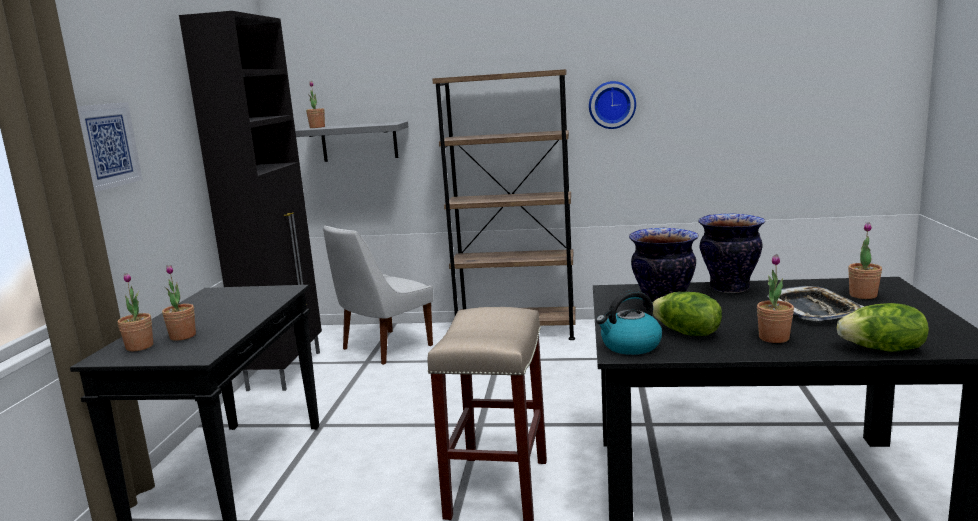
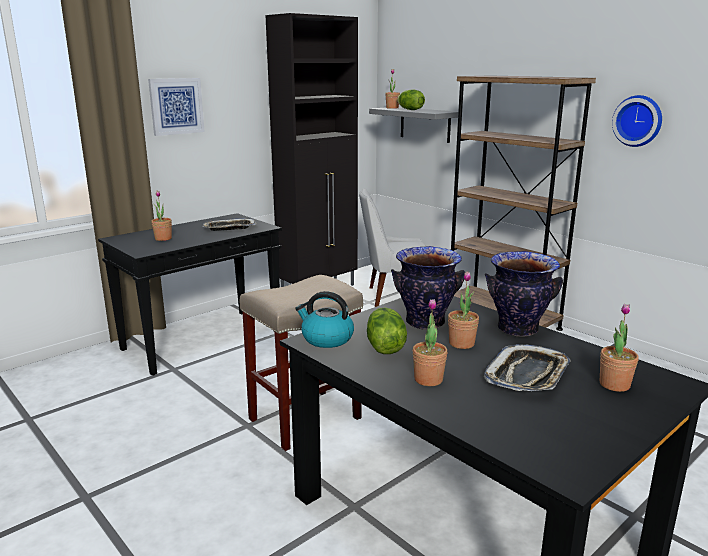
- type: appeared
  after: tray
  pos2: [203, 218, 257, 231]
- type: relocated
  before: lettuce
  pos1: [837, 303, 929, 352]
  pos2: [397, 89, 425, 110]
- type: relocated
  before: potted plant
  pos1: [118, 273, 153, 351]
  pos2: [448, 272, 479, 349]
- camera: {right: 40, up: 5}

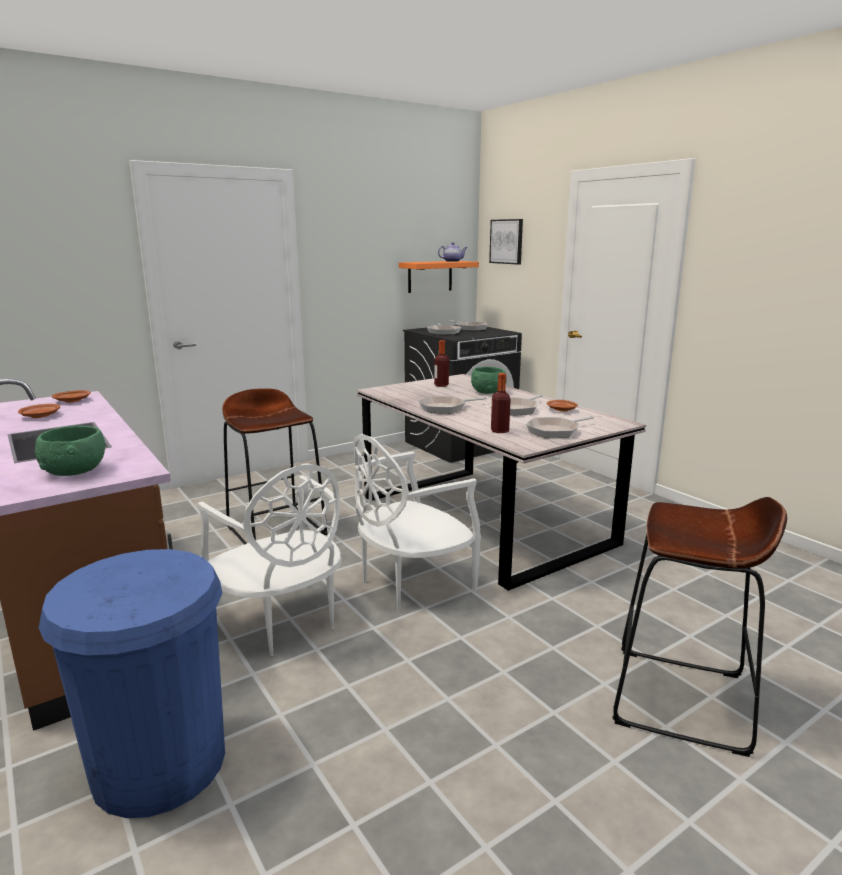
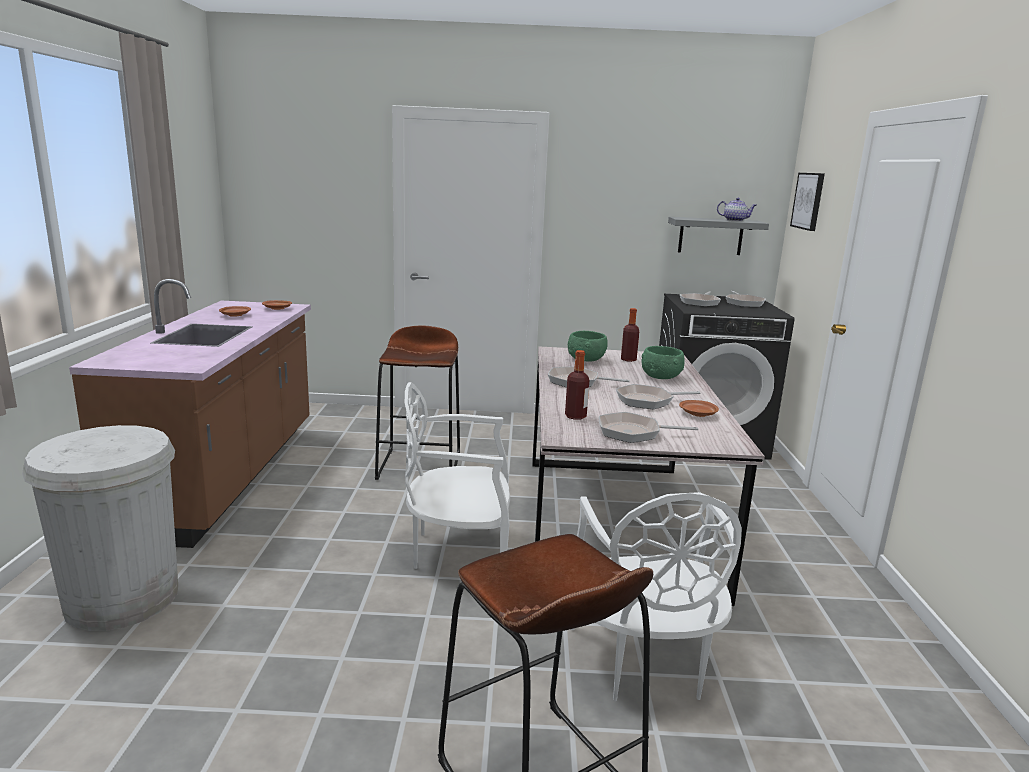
- type: colour
  before: trash can/blue
  after: trash can/white
  pos1: [39, 549, 225, 818]
  pos2: [22, 425, 178, 631]
- type: relocated
  before: bowl/green
  pos1: [35, 426, 105, 476]
  pos2: [568, 331, 608, 362]
- type: relocated
  before: chair/white
  pos1: [198, 463, 342, 656]
  pos2: [570, 492, 742, 701]
- type: colour
  before: shelf/orange
  after: shelf/grey
  pos1: [399, 261, 479, 293]
  pos2: [668, 217, 769, 255]
- camera: {right: 35, up: 0}

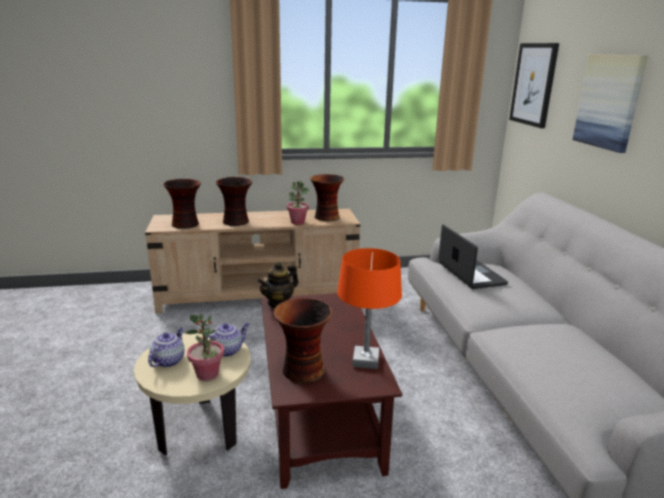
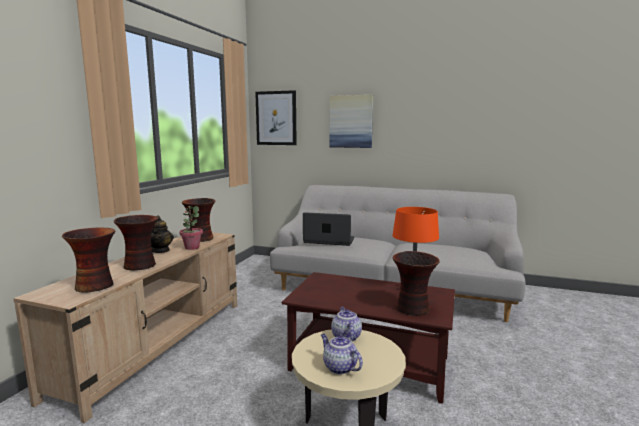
- type: relocated
  before: teapot
  pos1: [257, 262, 298, 308]
  pos2: [151, 215, 174, 253]
- type: missing
  before: potted plant
  pos1: [186, 314, 224, 381]
- camera: {right: -60, up: -10}

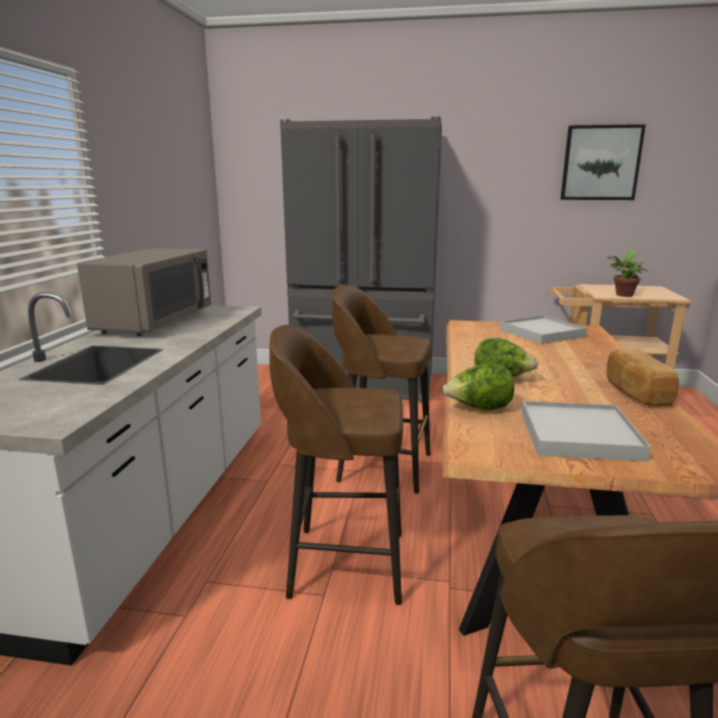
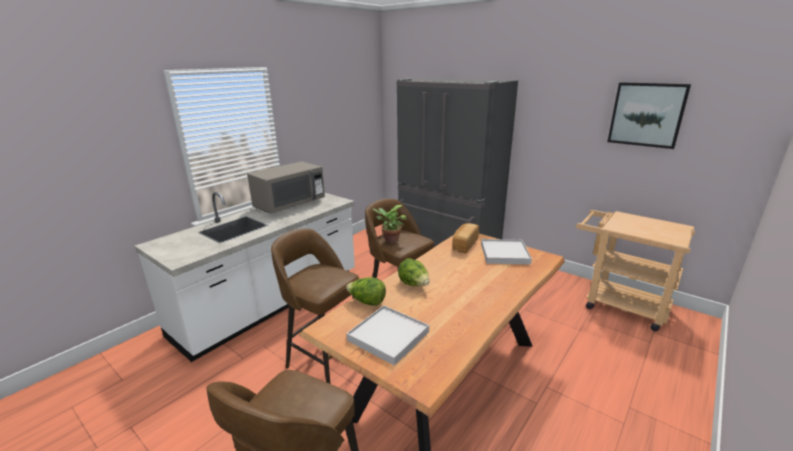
- type: relocated
  before: potted plant
  pos1: [608, 250, 648, 297]
  pos2: [372, 205, 407, 243]
- type: relocated
  before: bread
  pos1: [607, 349, 679, 406]
  pos2: [452, 223, 479, 254]
- camera: {right: 30, up: 5}

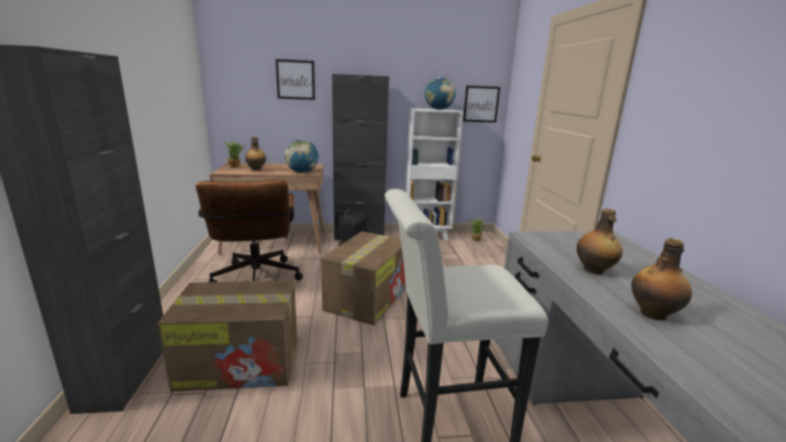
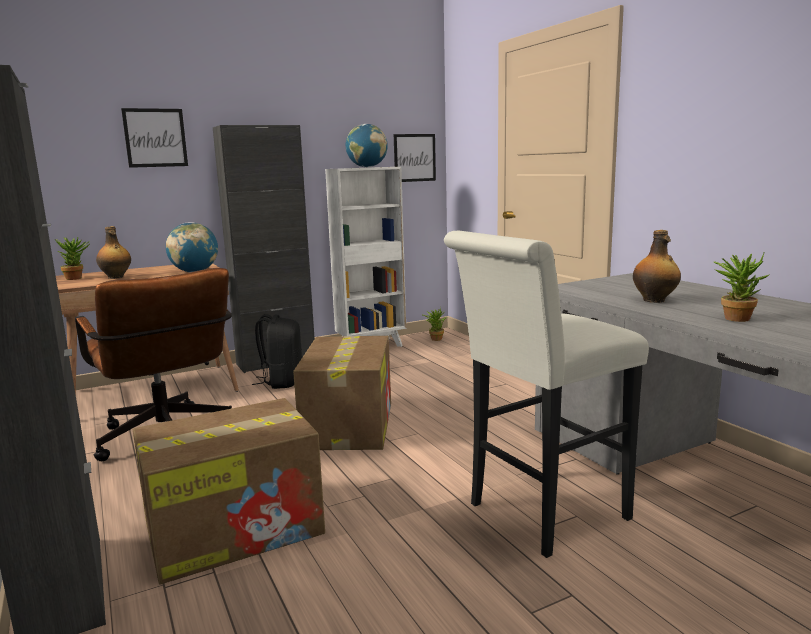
- type: exchanged
  before: bottle
  after: potted plant
  pos1: [631, 238, 692, 320]
  pos2: [714, 251, 769, 322]
- camera: {right: -20, up: -5}

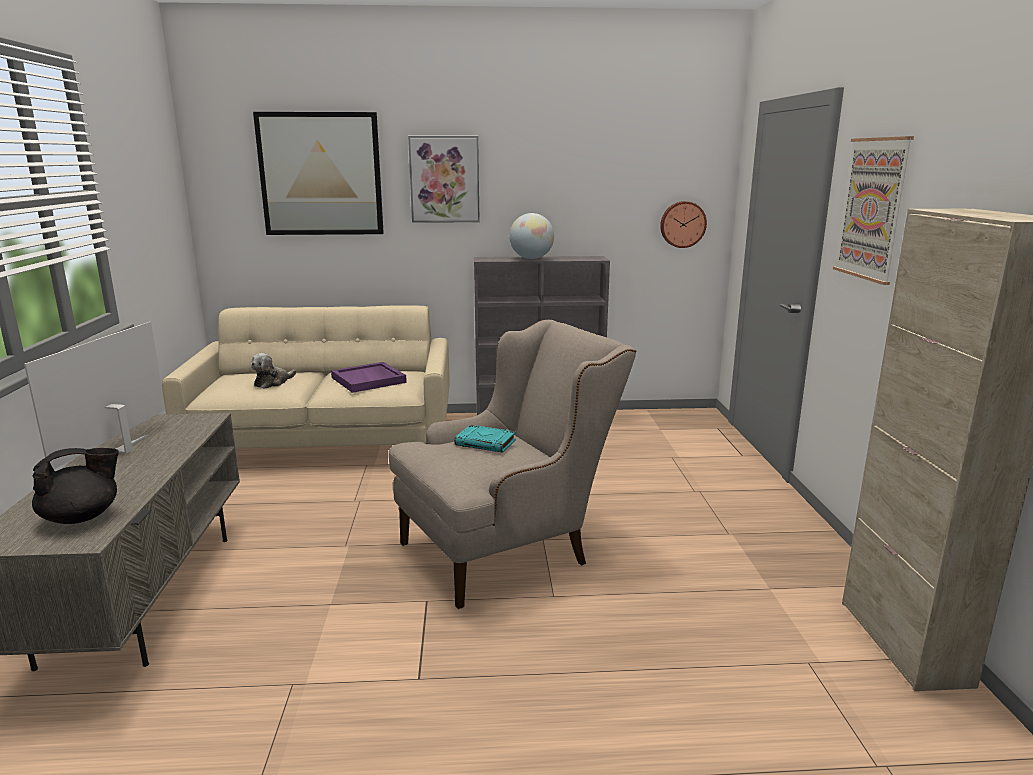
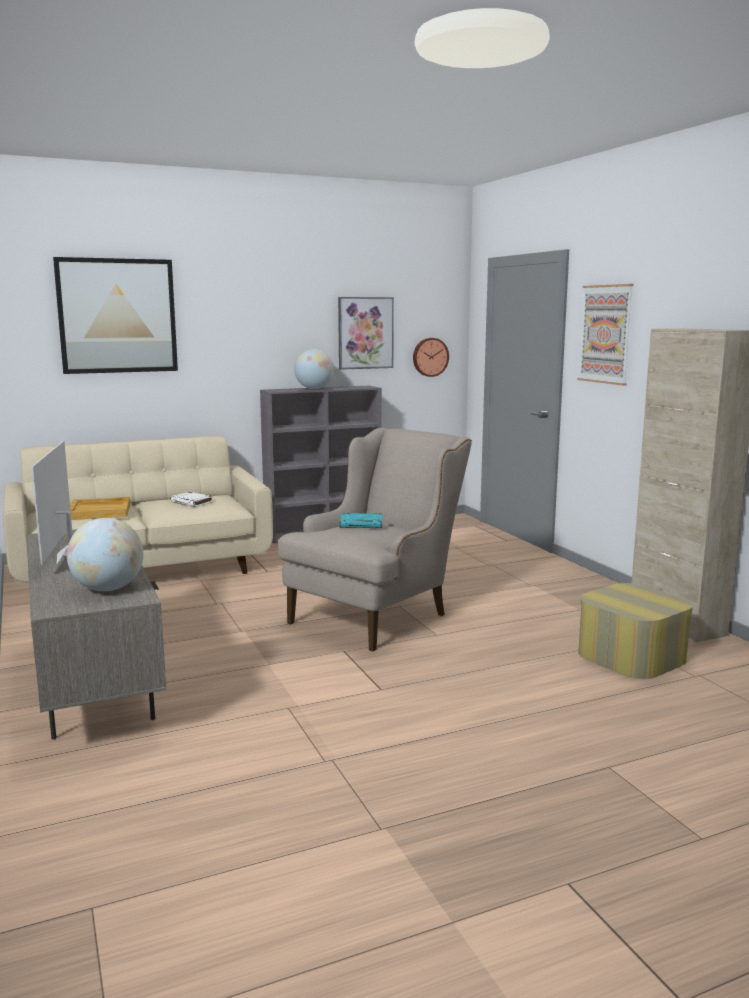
- type: exchanged
  before: teapot/black
  after: globe
  pos1: [32, 448, 119, 524]
  pos2: [67, 518, 143, 591]
- type: exchanged
  before: plush toy
  after: tray/beige
  pos1: [251, 353, 296, 389]
  pos2: [70, 497, 130, 520]
- type: exchanged
  before: tray/purple
  after: book/white
  pos1: [331, 362, 407, 393]
  pos2: [170, 492, 213, 507]
- type: relocated
  before: picture
  pos1: [408, 136, 480, 223]
  pos2: [338, 297, 394, 370]
- type: appeared
  after: ottoman
  pos2: [578, 583, 693, 679]
- camera: {right: -20, up: -5}

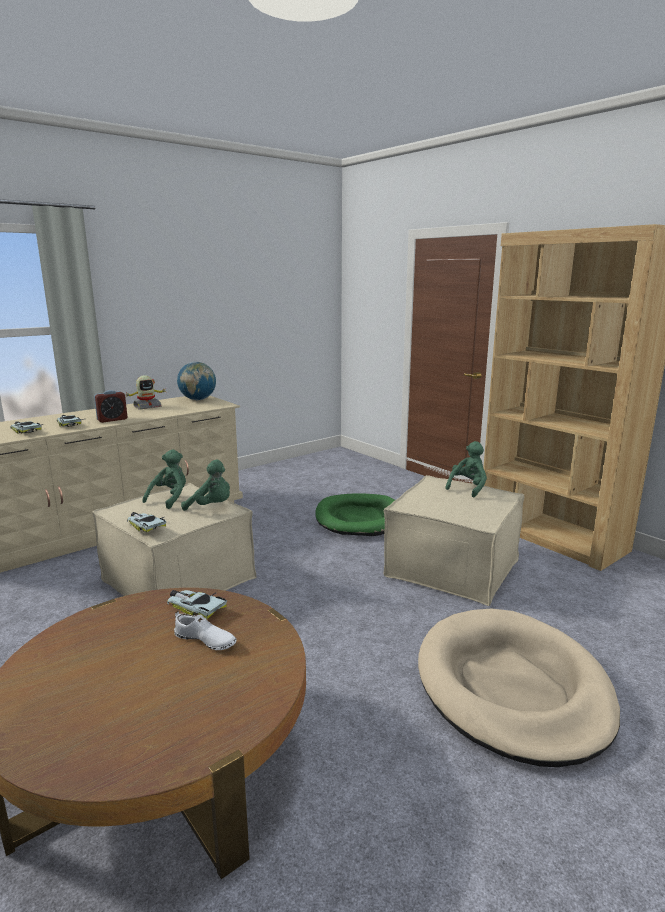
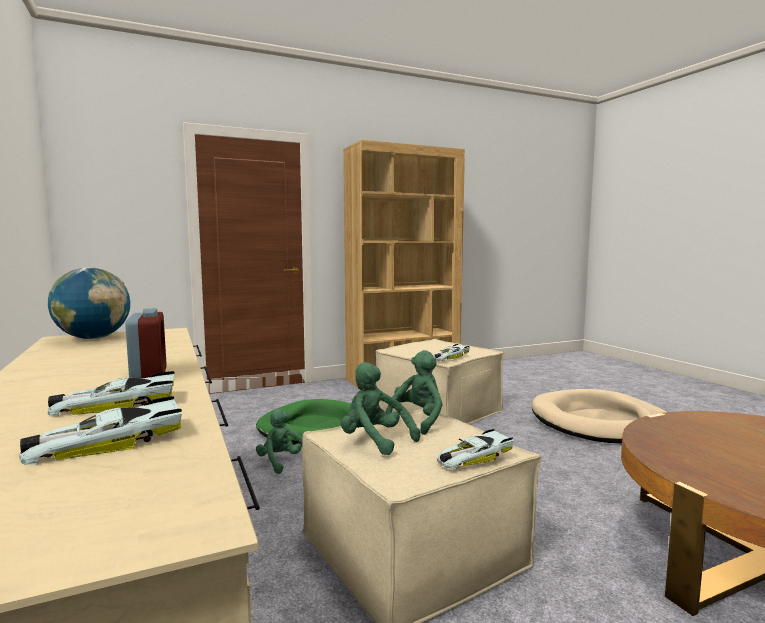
- type: relocated
  before: plush toy/green
  pos1: [445, 441, 487, 498]
  pos2: [256, 408, 303, 474]
- type: relocated
  before: toy car
  pos1: [167, 590, 227, 619]
  pos2: [433, 344, 470, 361]
- type: missing
  before: toy robot
  pos1: [125, 375, 165, 410]
- type: missing
  before: shoe/white
  pos1: [174, 611, 237, 650]
- camera: {right: -75, up: -10}

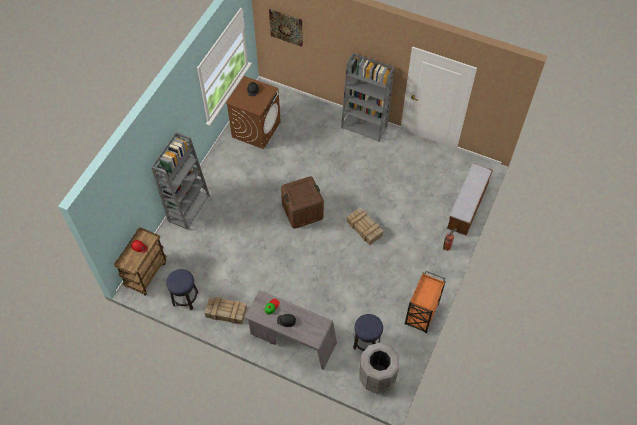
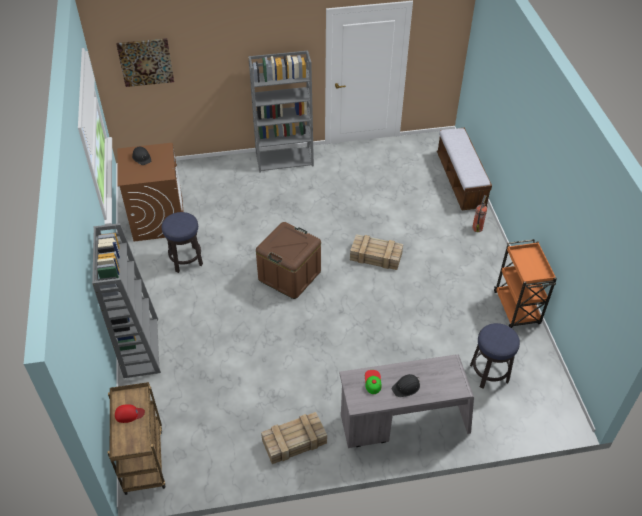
- type: relocated
  before: stool
  pos1: [166, 269, 198, 310]
  pos2: [162, 212, 203, 273]
- type: missing
  before: trash can/grey
  pos1: [359, 343, 399, 394]
- camera: {right: -35, up: -10}

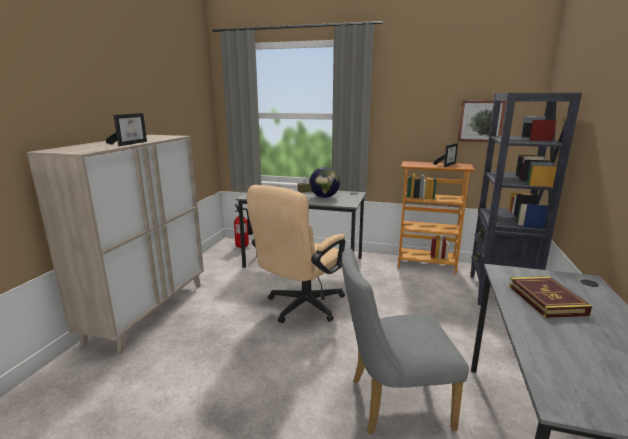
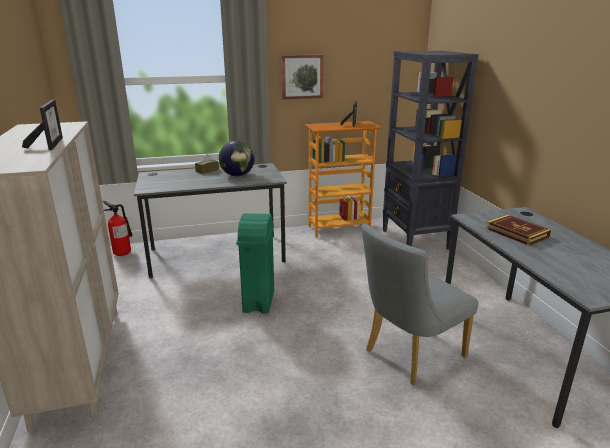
- type: exchanged
  before: office chair/beige
  after: trash can/green
  pos1: [247, 185, 345, 323]
  pos2: [236, 213, 274, 314]
- type: relocated
  before: picture
  pos1: [457, 100, 507, 142]
  pos2: [281, 54, 324, 99]
- camera: {right: -30, up: 5}

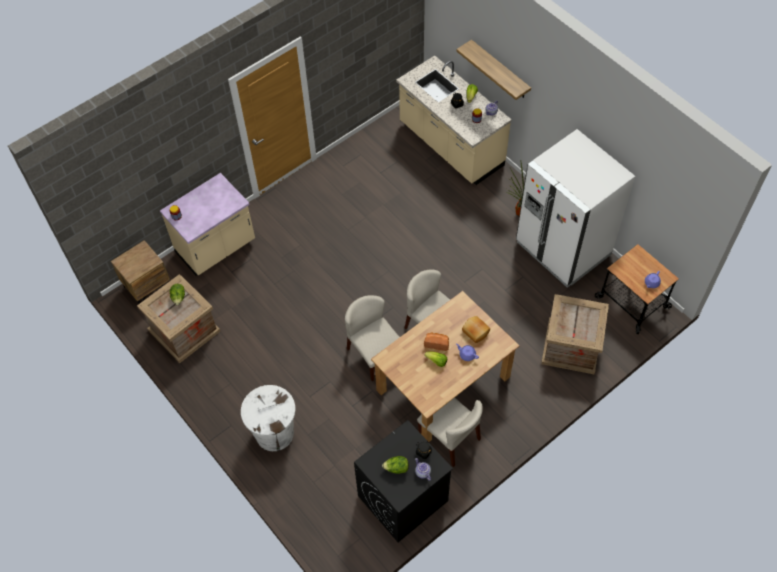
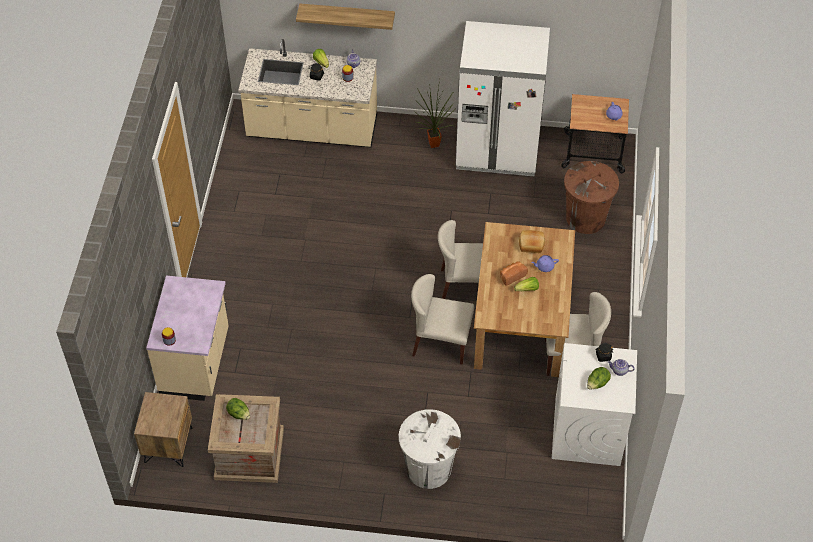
- type: colour
  before: washing machine/black
  after: washing machine/white
  pos1: [354, 420, 453, 542]
  pos2: [552, 343, 637, 466]
- type: exchanged
  before: crate
  after: trash can/brown
  pos1: [541, 294, 609, 374]
  pos2: [564, 161, 619, 234]
- camera: {right: -45, up: -5}

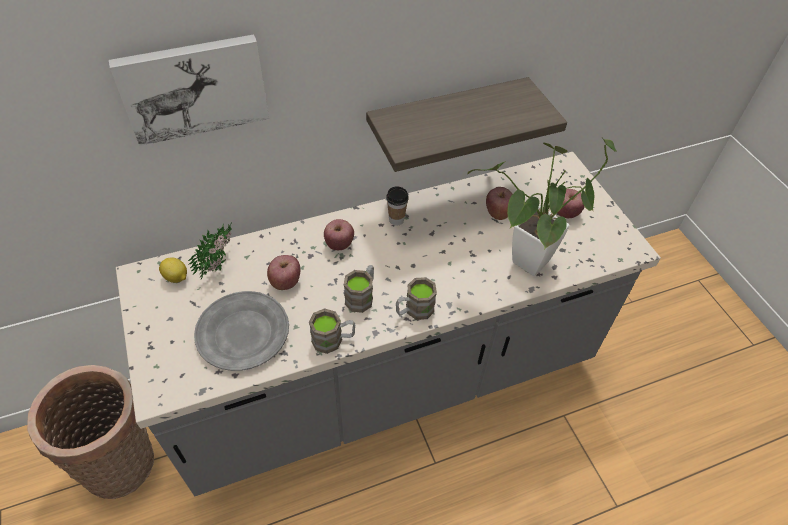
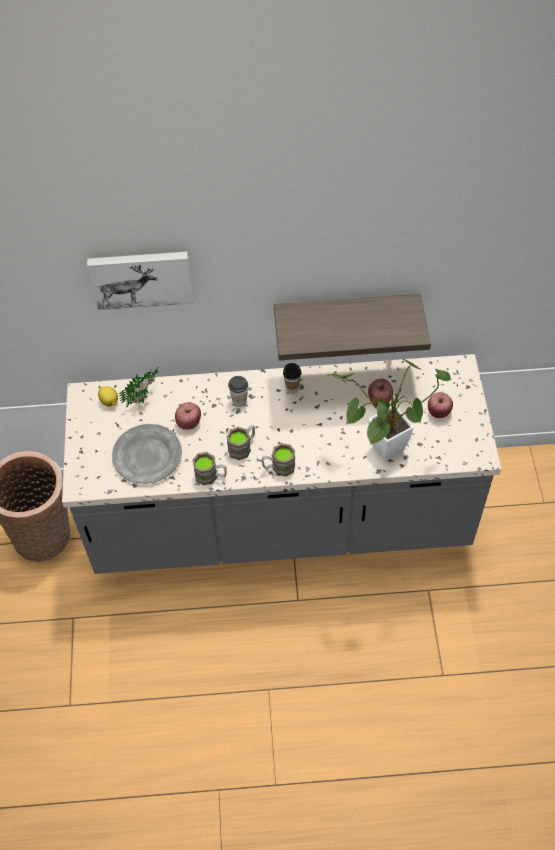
- type: exchanged
  before: apple
  after: cup
  pos1: [324, 219, 354, 250]
  pos2: [228, 376, 248, 407]
- camera: {right: 20, up: 5}

